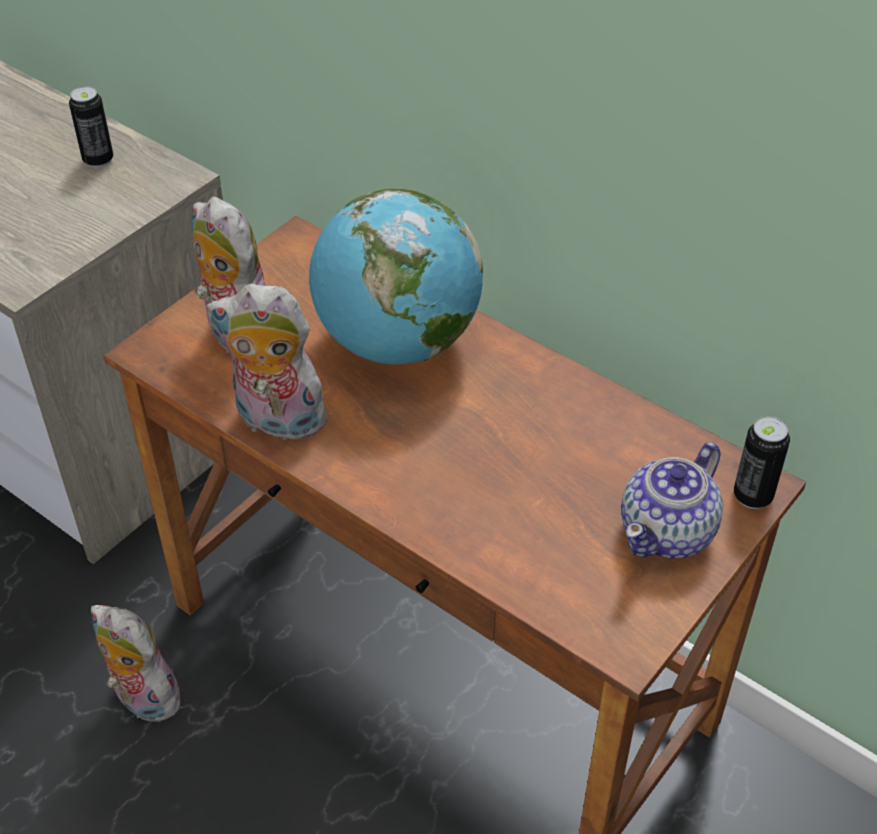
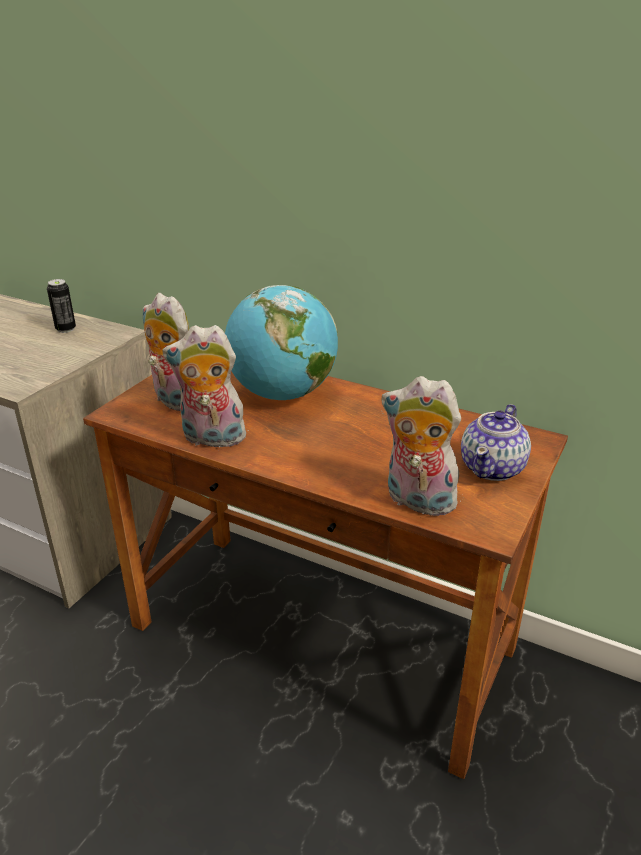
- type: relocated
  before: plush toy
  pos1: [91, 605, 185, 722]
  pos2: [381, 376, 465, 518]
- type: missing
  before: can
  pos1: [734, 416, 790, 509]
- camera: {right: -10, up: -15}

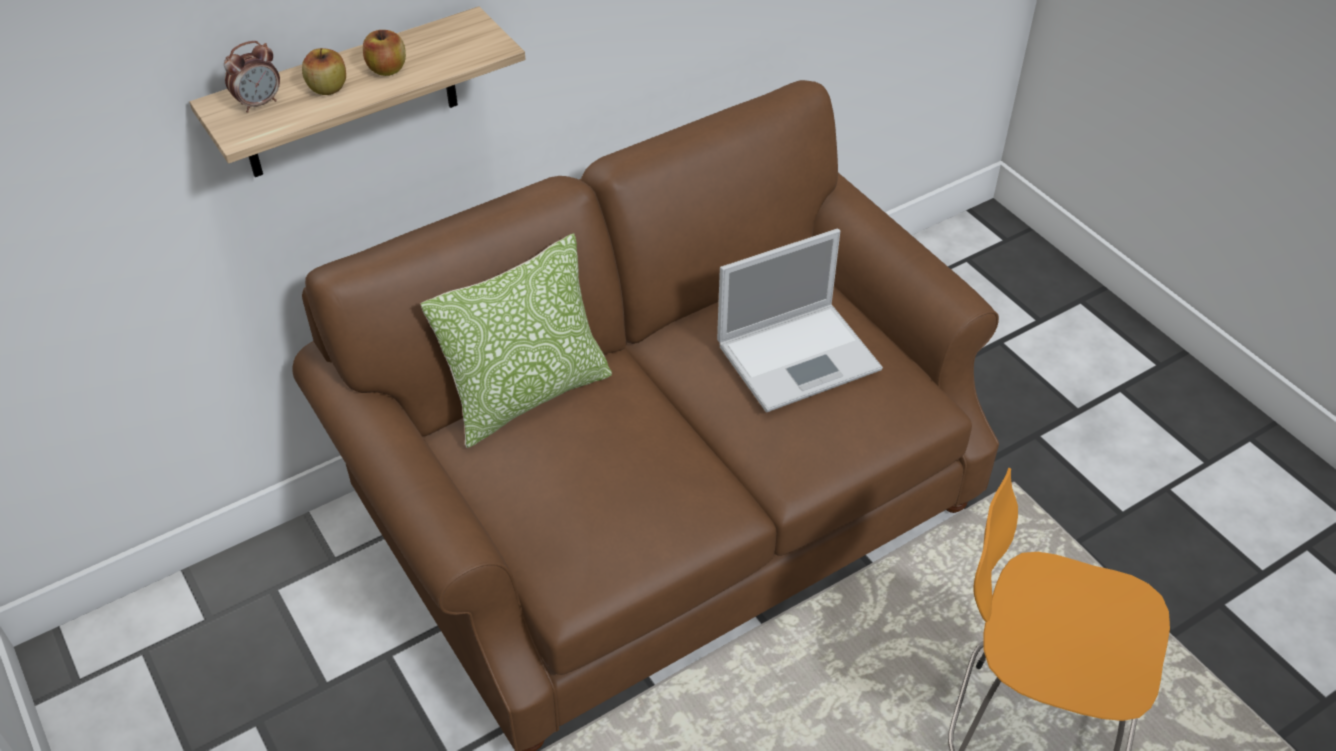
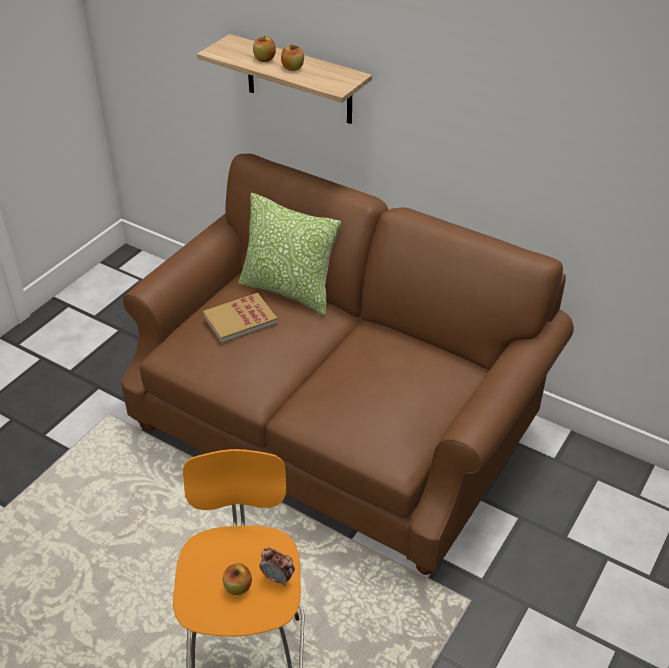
- type: appeared
  after: book
  pos2: [203, 293, 278, 344]
- type: appeared
  after: apple
  pos2: [223, 563, 252, 595]
- type: relocated
  before: alarm clock
  pos1: [224, 41, 280, 113]
  pos2: [260, 548, 295, 586]
- type: missing
  before: laptop
  pos1: [717, 229, 883, 413]
- camera: {right: 65, up: -5}

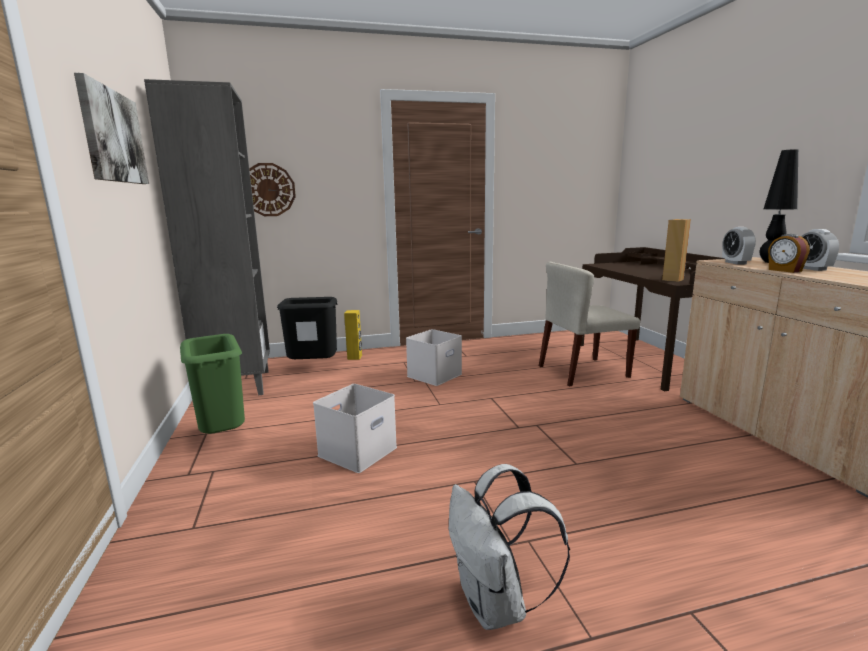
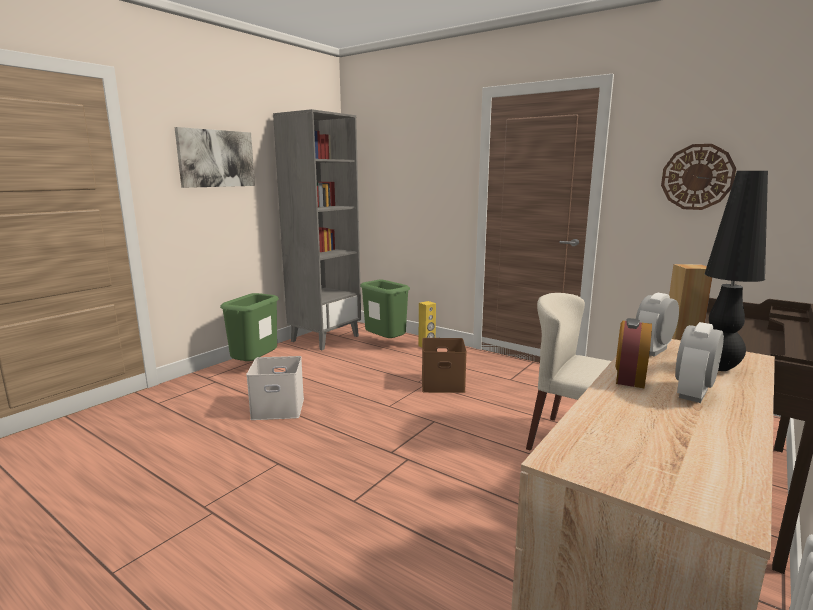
- type: colour
  before: trash can/black
  after: trash can/green
  pos1: [277, 297, 338, 359]
  pos2: [360, 280, 410, 338]
- type: colour
  before: storage box/white
  after: storage box/brown
  pos1: [406, 329, 462, 386]
  pos2: [422, 338, 467, 393]
- type: relocated
  before: wall clock
  pos1: [249, 163, 296, 216]
  pos2: [661, 144, 736, 210]
- type: missing
  before: backpack/white
  pos1: [449, 464, 570, 630]
- camera: {right: 50, up: 0}

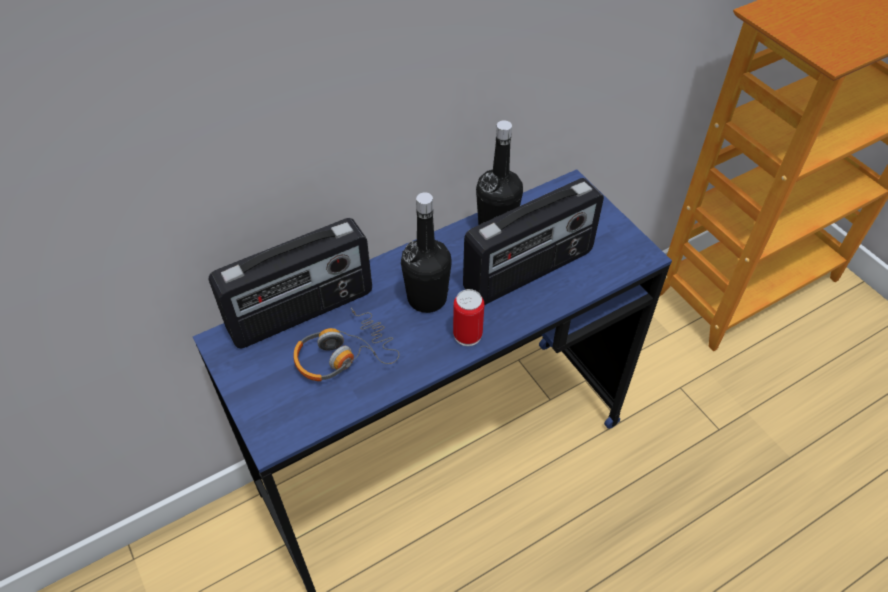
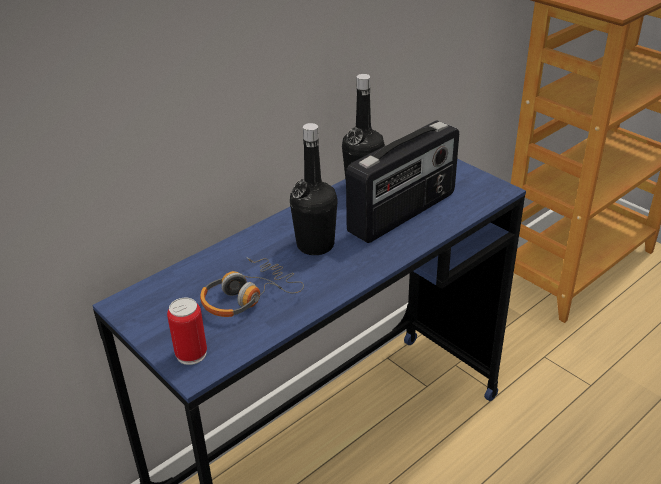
- type: relocated
  before: can
  pos1: [453, 289, 484, 346]
  pos2: [167, 298, 207, 365]
- type: missing
  before: radio
  pos1: [209, 218, 372, 348]
- camera: {right: -10, up: -15}

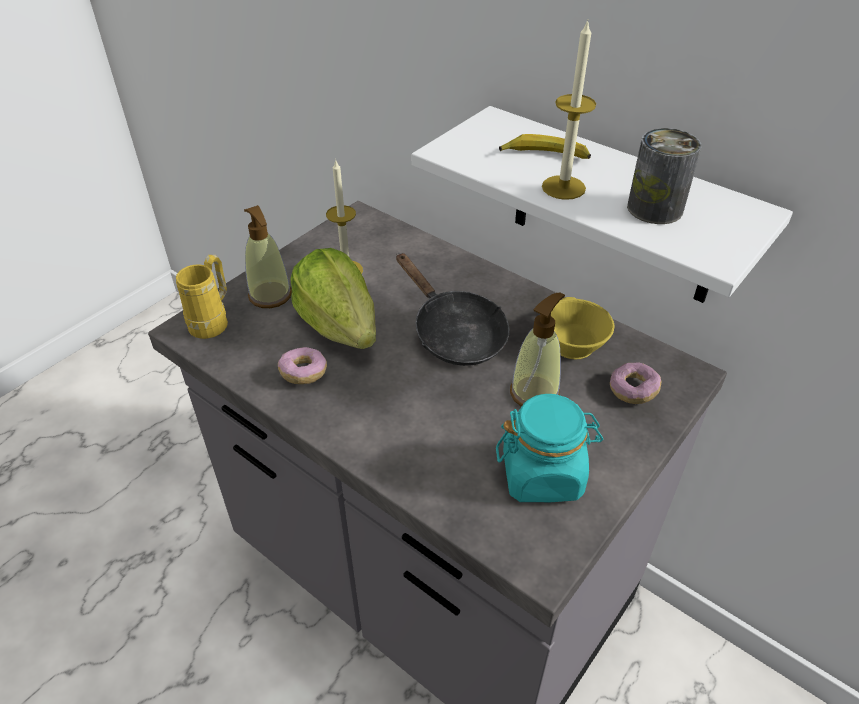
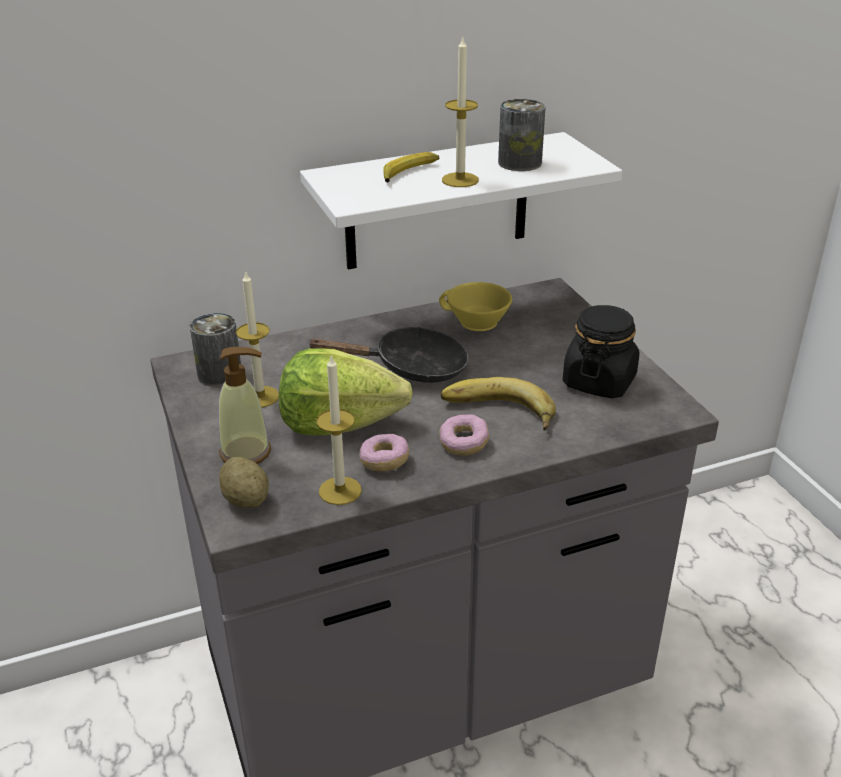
- type: appeared
  after: can
  pos2: [190, 313, 241, 387]
- type: exchanged
  before: mug/yellow
  after: potato
  pos1: [176, 255, 228, 339]
  pos2: [219, 457, 269, 508]
- type: appeared
  after: candle
  pos2: [316, 356, 362, 505]
- type: relocated
  before: donut
  pos1: [610, 362, 661, 404]
  pos2: [439, 414, 489, 456]
- type: appeared
  after: banana
  pos2: [441, 377, 556, 431]
- type: colour
  before: jar/turquoise
  after: jar/black
  pos1: [496, 394, 603, 502]
  pos2: [563, 305, 639, 399]
- type: missing
  before: soap dispenser
  pos1: [510, 293, 565, 407]
- camera: {right: -60, up: -10}

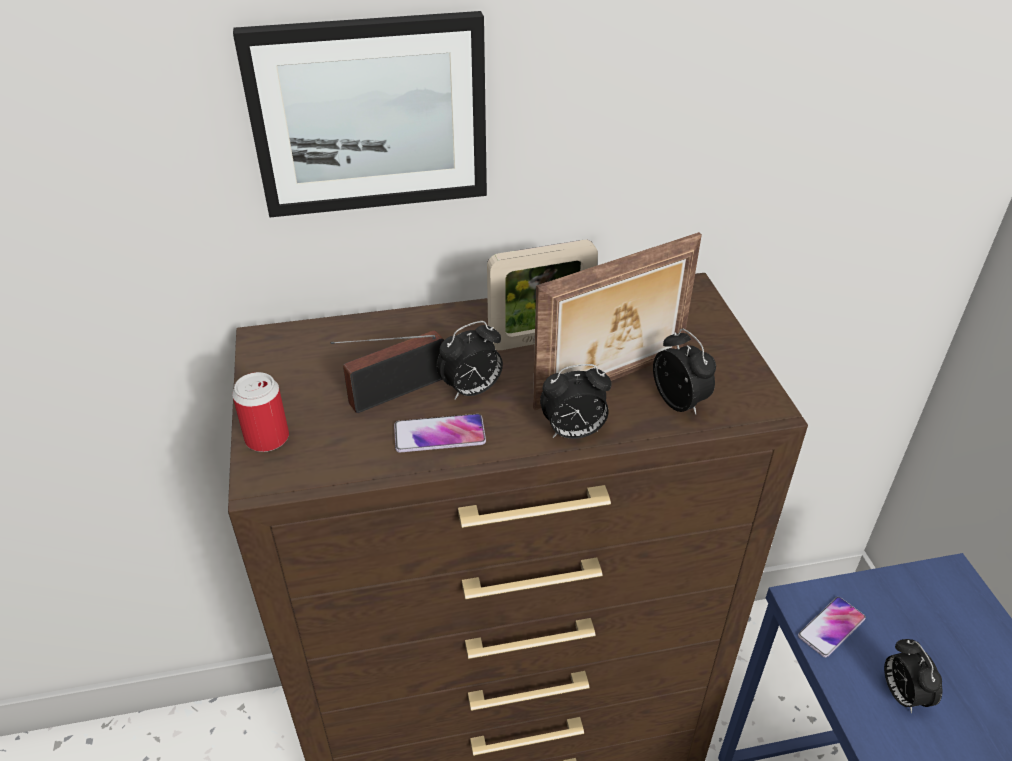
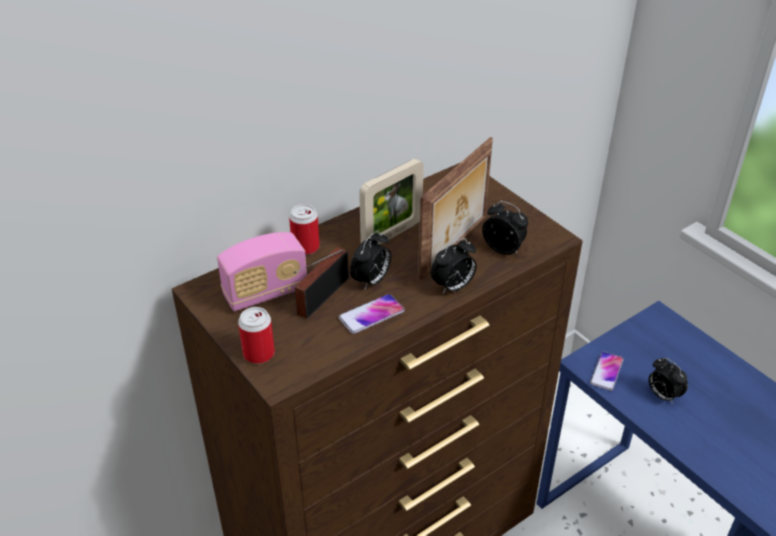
- type: appeared
  after: radio
  pos2: [217, 232, 307, 312]
- type: appeared
  after: can
  pos2: [289, 204, 320, 255]
- type: missing
  before: picture
  pos1: [233, 11, 487, 218]
- camera: {right: -25, up: 0}

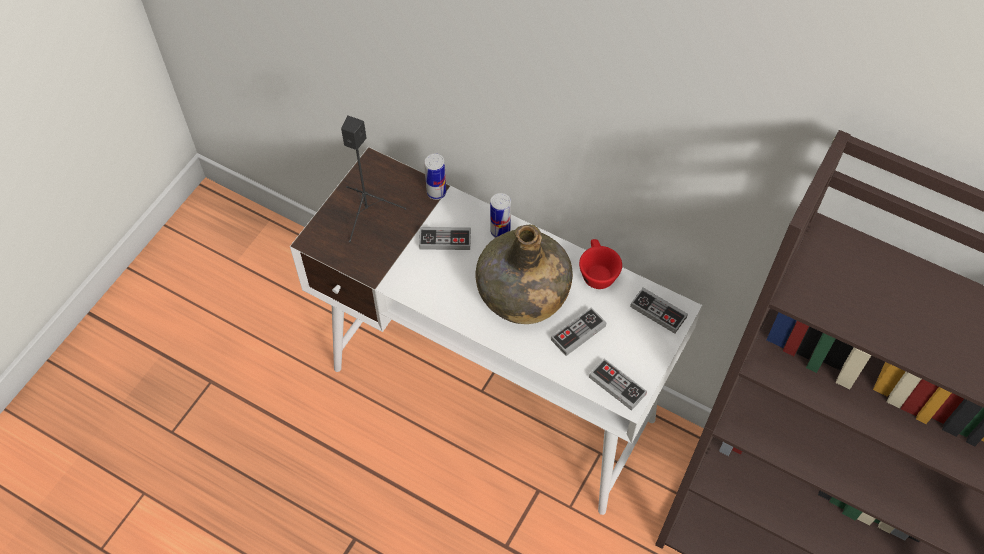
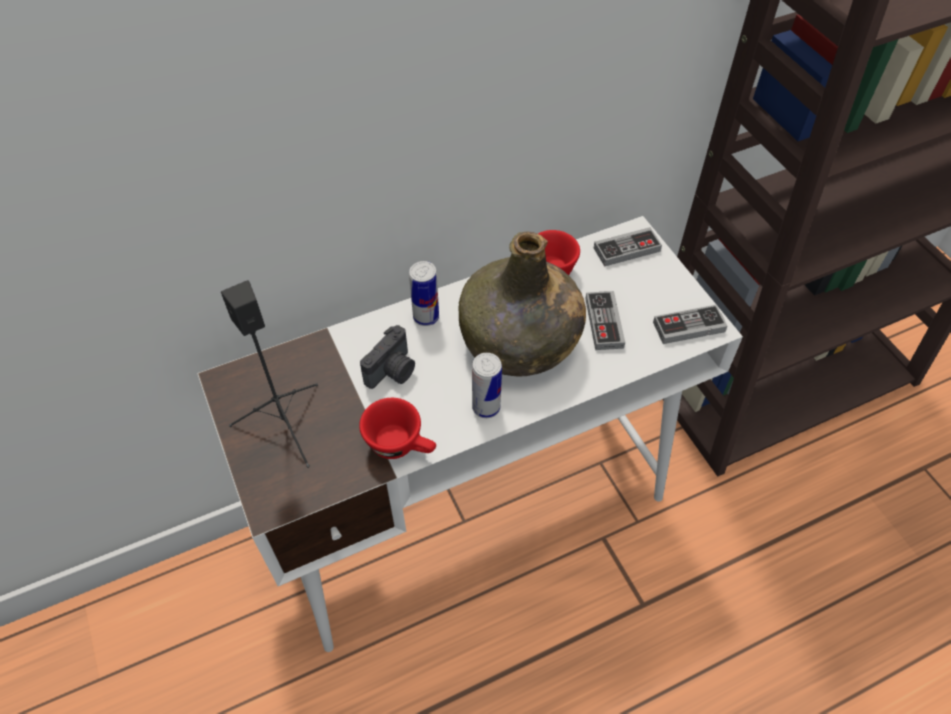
- type: appeared
  after: cup/red
  pos2: [359, 398, 436, 459]
- type: exchanged
  before: game controller
  after: photo camera
  pos1: [419, 227, 471, 250]
  pos2: [360, 325, 415, 389]
- type: relocated
  before: can
  pos1: [424, 153, 446, 200]
  pos2: [472, 353, 502, 418]
- camera: {right: -55, up: -5}

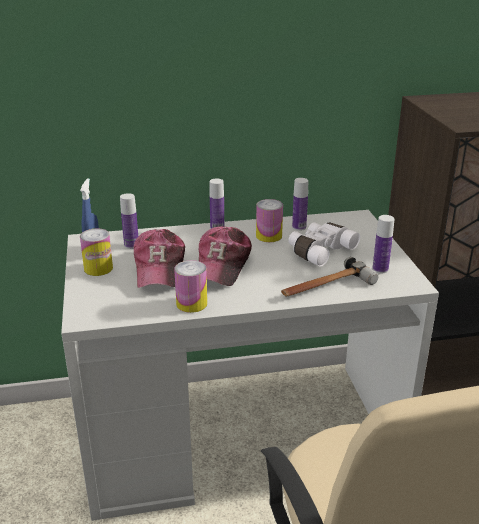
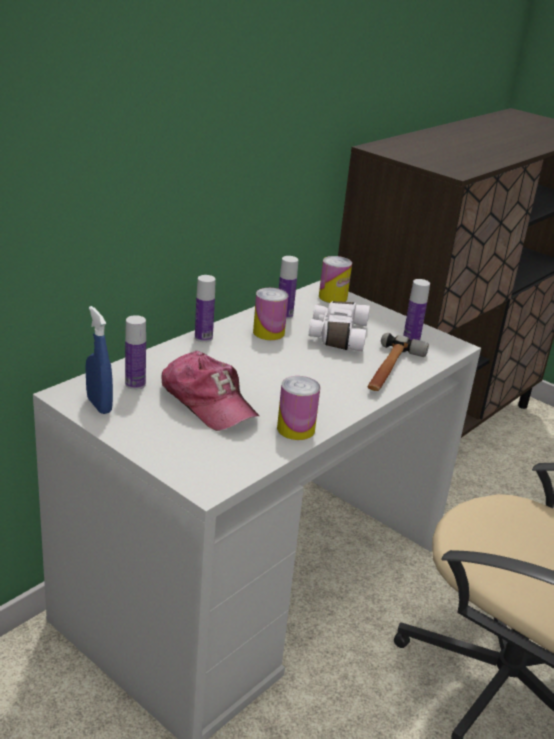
- type: relocated
  before: can
  pos1: [80, 229, 113, 276]
  pos2: [319, 256, 352, 303]
- type: missing
  before: cap
  pos1: [199, 226, 252, 286]
- camera: {right: -40, up: 0}

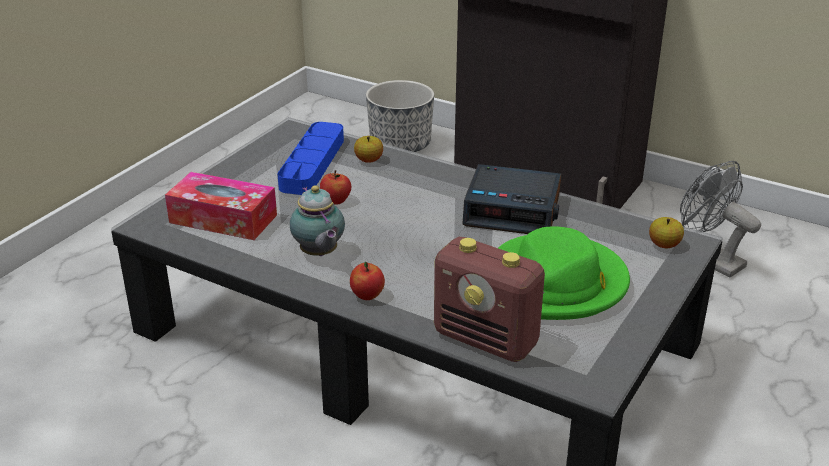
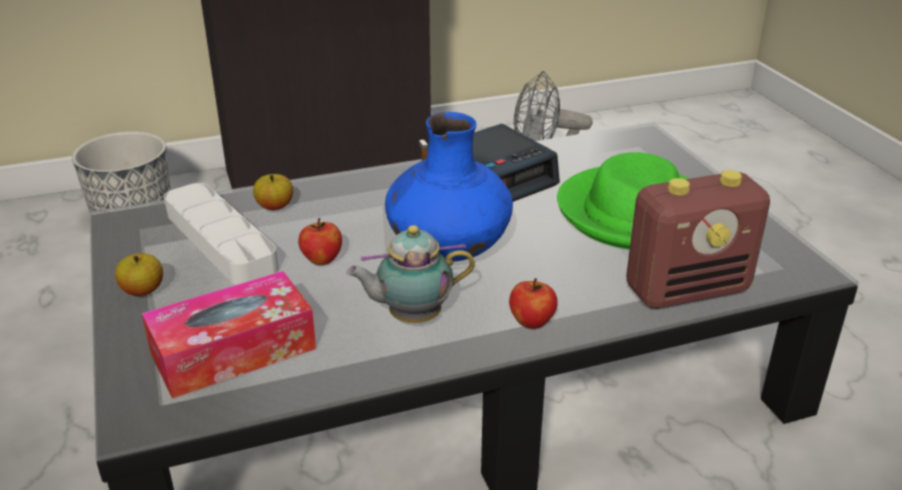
- type: relocated
  before: apple
  pos1: [649, 217, 684, 248]
  pos2: [115, 253, 163, 296]
- type: colour
  before: tray/blue
  after: tray/grey
  pos1: [277, 122, 344, 195]
  pos2: [164, 183, 279, 285]
- type: spun
  before: teapot
  pos1: [290, 185, 345, 256]
  pos2: [346, 225, 475, 323]
  turn: 150
- type: appeared
  after: vase/blue
  pos2: [385, 112, 513, 262]
- camera: {right: -50, up: 0}

